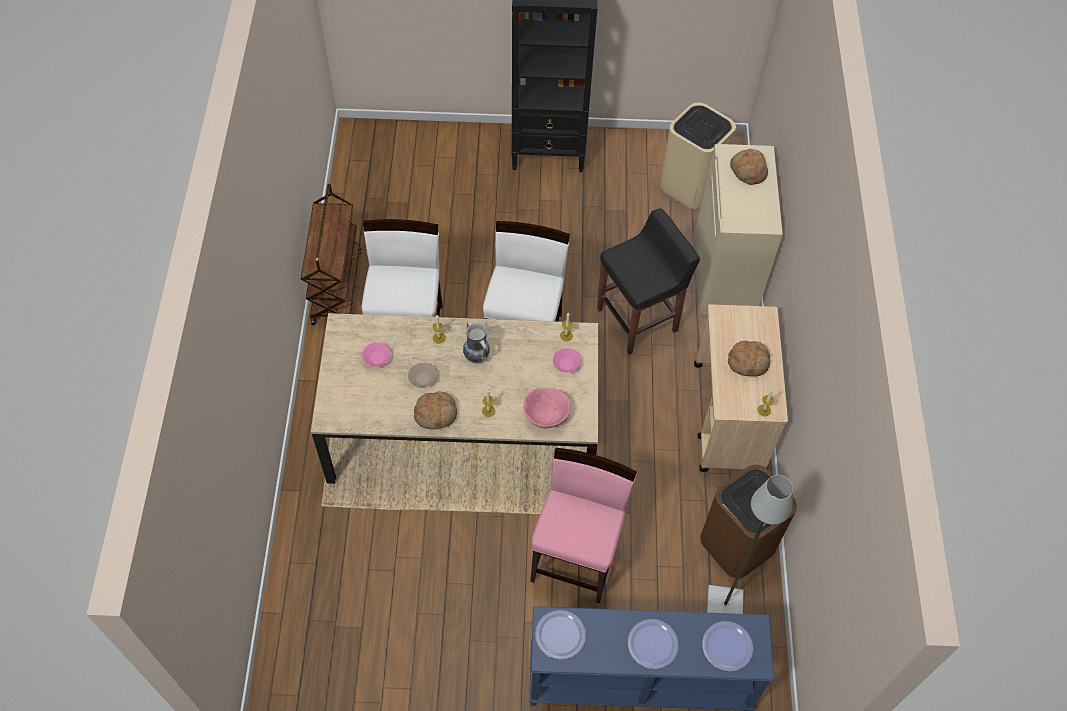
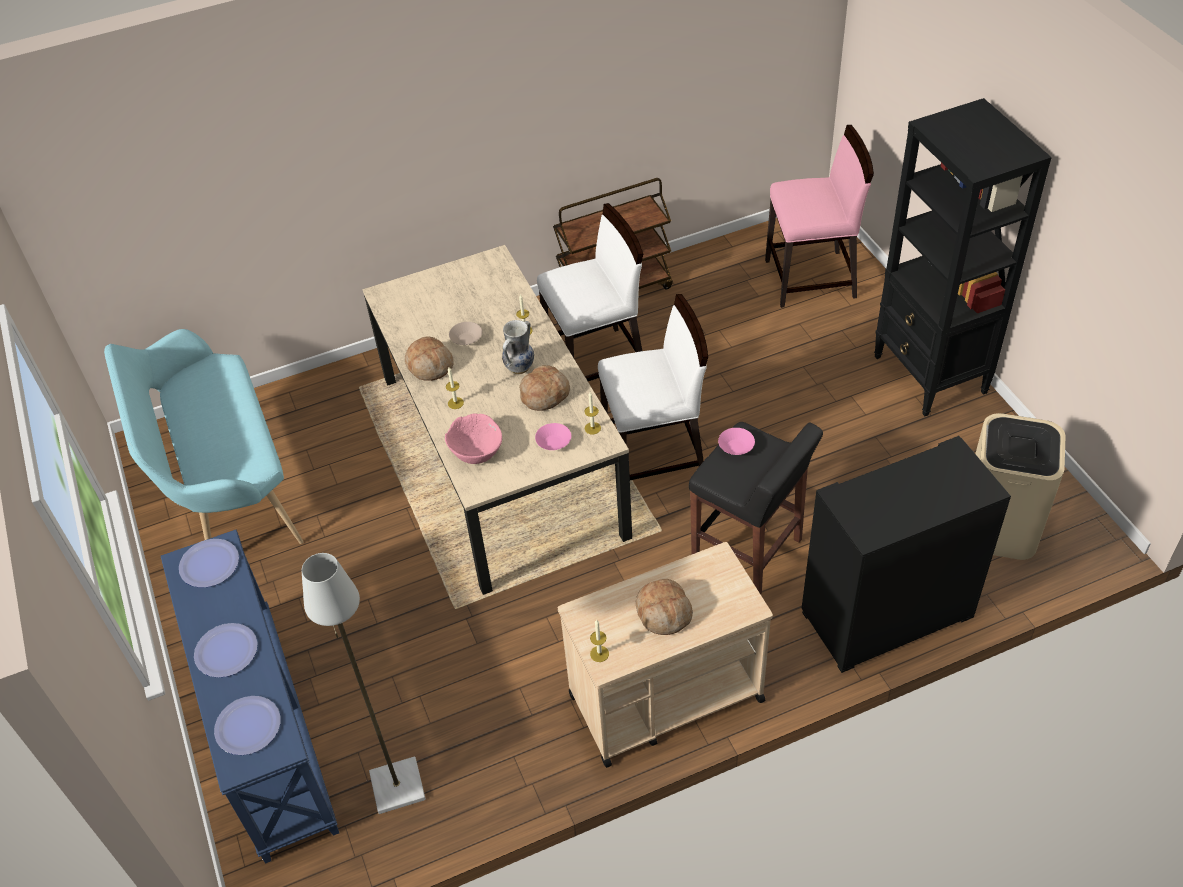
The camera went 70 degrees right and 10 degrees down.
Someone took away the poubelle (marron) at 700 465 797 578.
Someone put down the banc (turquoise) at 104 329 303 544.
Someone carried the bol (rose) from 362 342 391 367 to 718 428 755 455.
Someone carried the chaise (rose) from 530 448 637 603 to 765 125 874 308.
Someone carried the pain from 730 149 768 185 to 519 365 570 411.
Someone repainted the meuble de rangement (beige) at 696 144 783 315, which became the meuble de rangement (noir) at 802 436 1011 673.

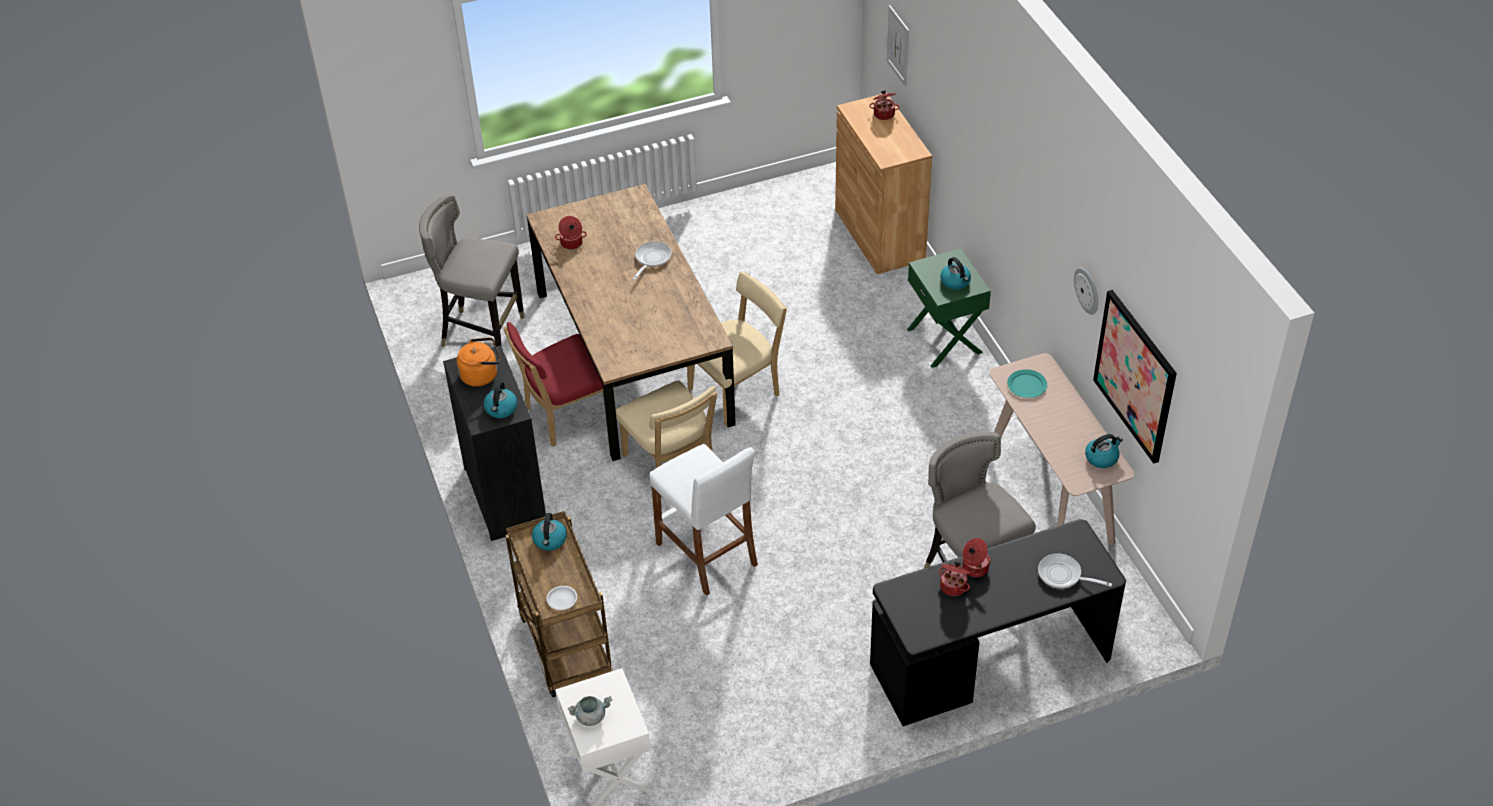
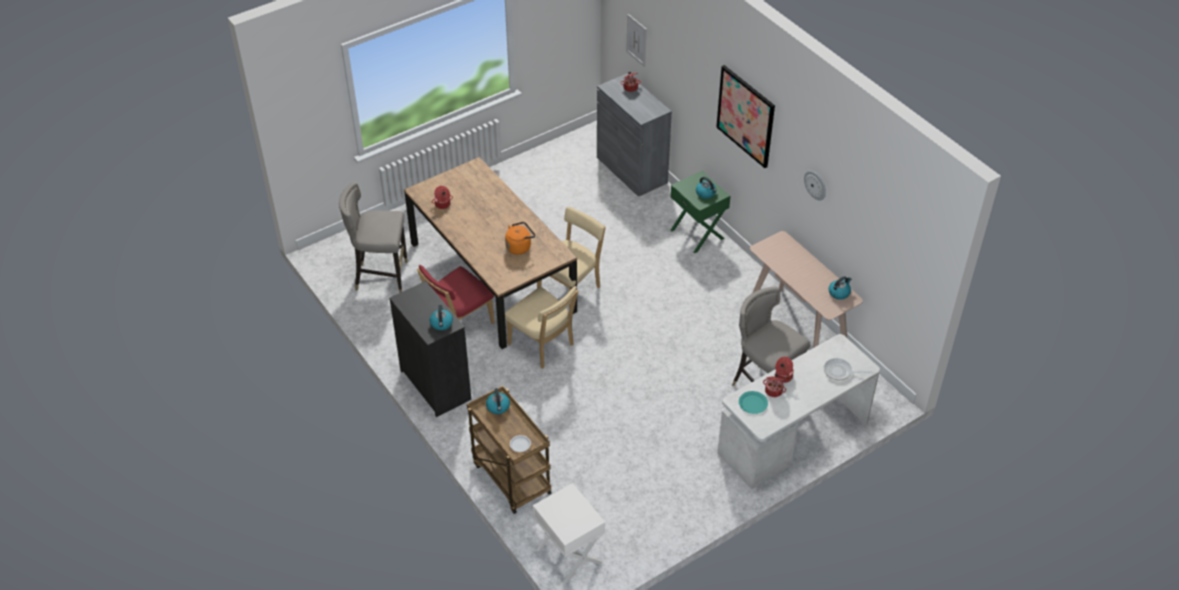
The camera went 15 degrees left and 0 degrees up.
Someone took away the marmite (gris) at 568 696 612 726.
Someone took away the poêle at 633 241 672 280.
Someone took away the tabouret (blanc) at 650 444 758 596.
Someone carried the bouilloire (orange) from 457 337 500 387 to 505 222 535 255.
Someone carried the assiette (turquoise) from 1007 369 1047 398 to 739 391 768 414.
Someone carried the tableau from 1093 290 1177 464 to 716 65 775 168.
Someone repainted the meuble de rangement (marron) at 835 93 932 274, which became the meuble de rangement (gris) at 597 73 672 197.
Someone repainted the bureau (noir) at 870 519 1126 726, which became the bureau (blanc) at 717 334 880 489.

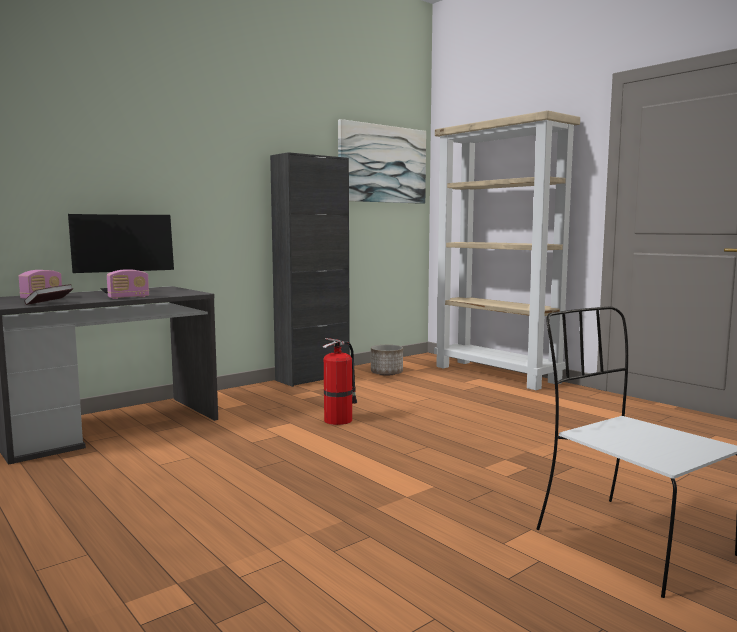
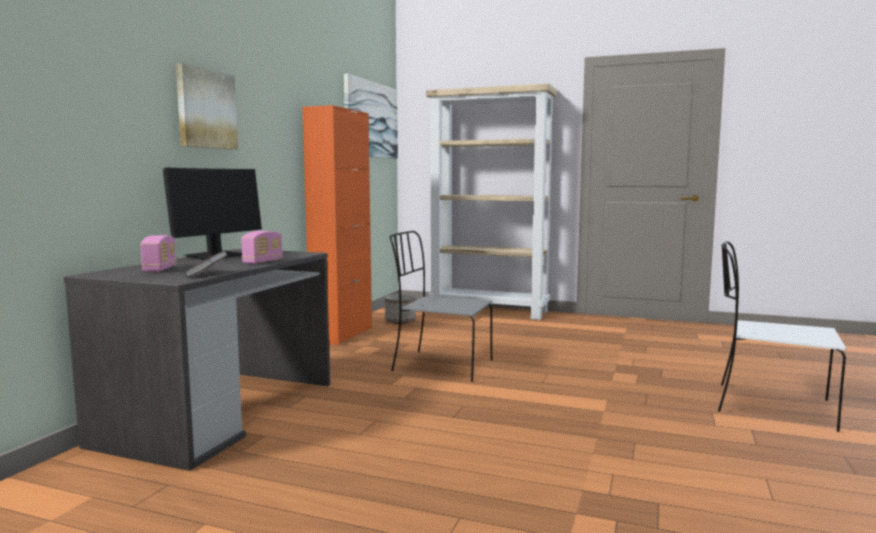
The camera went 30 degrees left and 0 degrees up.
Someone put up the tableau at 176 63 238 150.
Someone swapped the extincteur at 323 338 357 425 for the chaise (gris) at 389 231 492 382.
Someone repainted the meuble de rangement (noir) at 270 152 350 387, which became the meuble de rangement (orange) at 302 105 372 345.

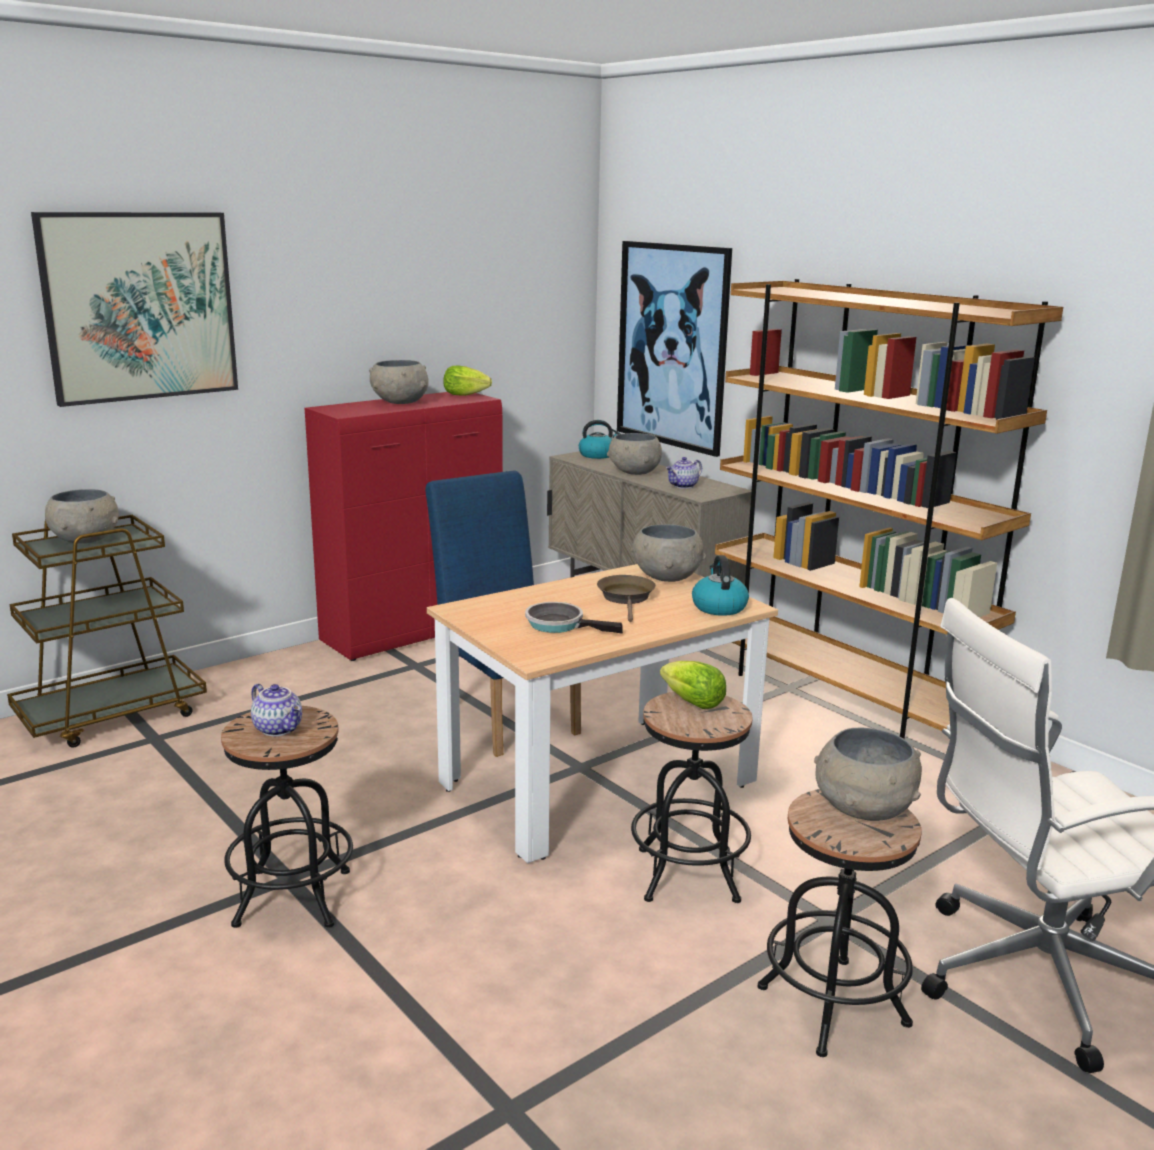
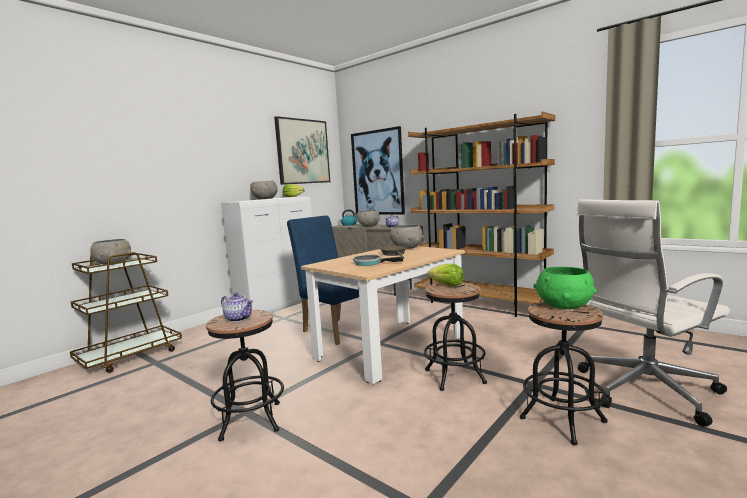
The camera went 10 degrees left and 10 degrees down.
Someone took away the bouilloire at 692 555 749 616.
Someone carried the tableau from 31 212 238 407 to 274 116 330 185.
Someone repainted the meuble de rangement (rouge) at 305 392 503 661, which became the meuble de rangement (blanc) at 221 196 312 313.
Someone repainted the bol (gris) at 814 728 922 821, which became the bol (vert) at 534 267 597 309.

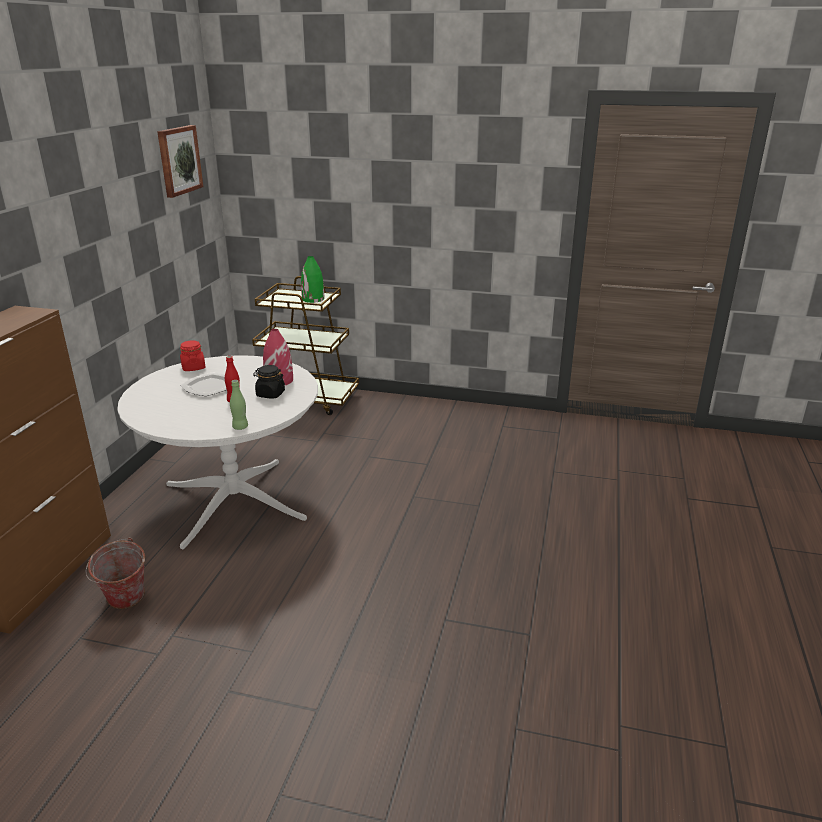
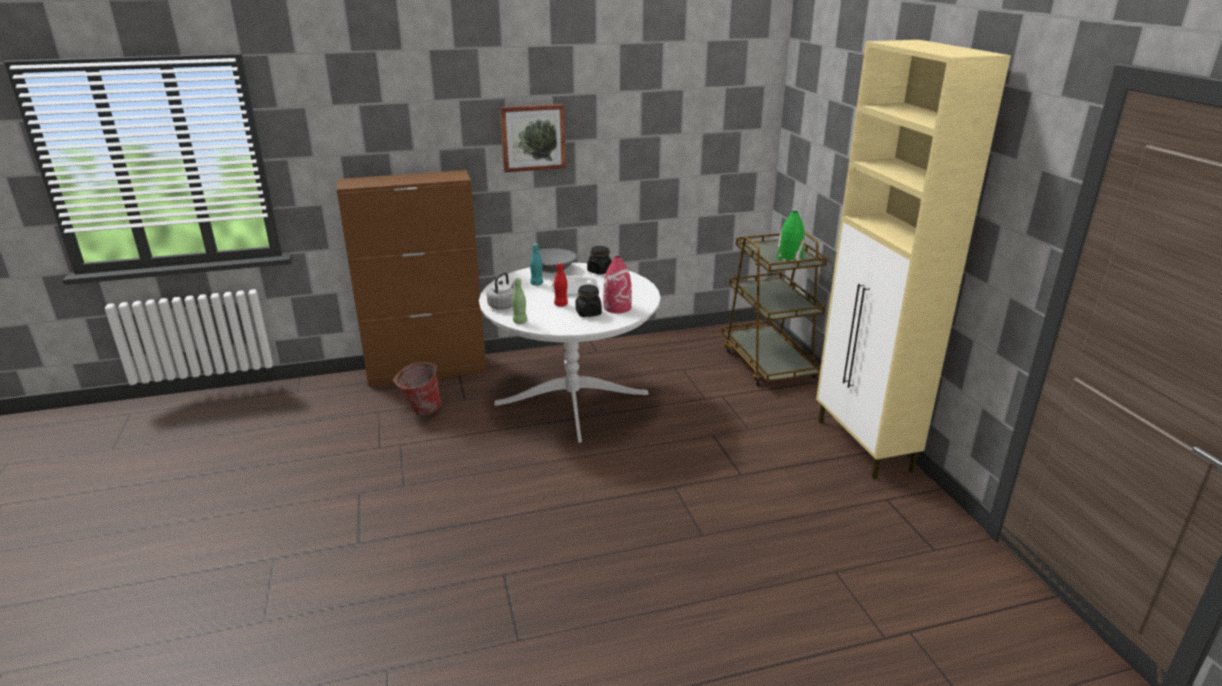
The camera went 60 degrees right and 0 degrees up.
Someone put down the bouilloire (gris) at 487 272 515 310.
Someone put down the bol (gris) at 528 248 577 273.
Someone put down the bouteille (turquoise) at 530 243 543 286.
Someone put down the meuble de rangement (beige) at 816 40 1011 479.
Someone carried the tableau from 157 125 203 198 to 500 104 566 172.
Someone repainted the bocal (rouge) at 180 340 206 371, which became the bocal (noir) at 587 246 612 275.

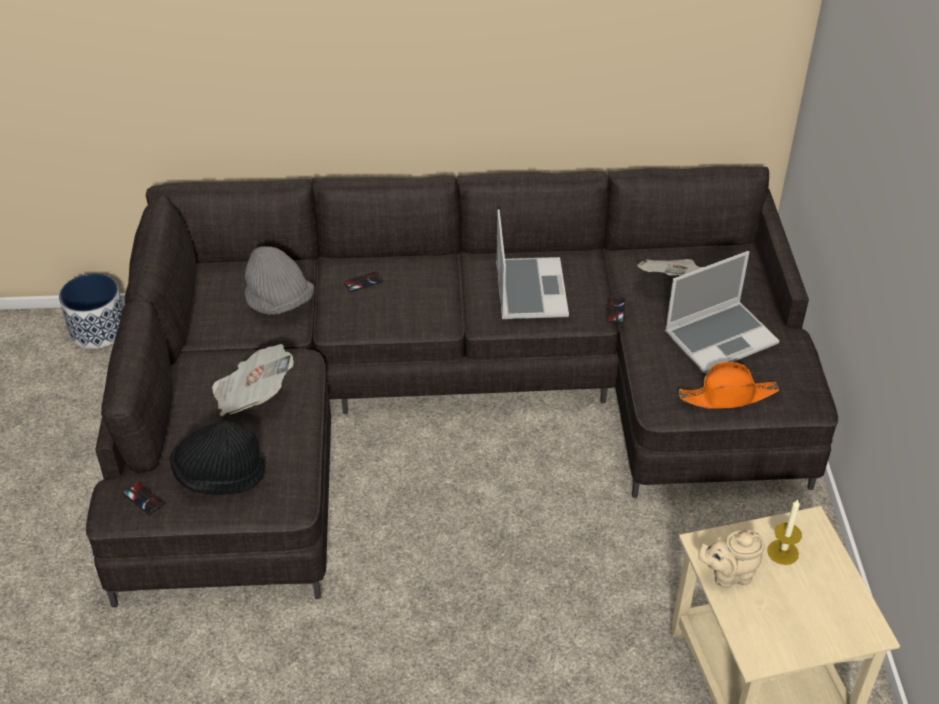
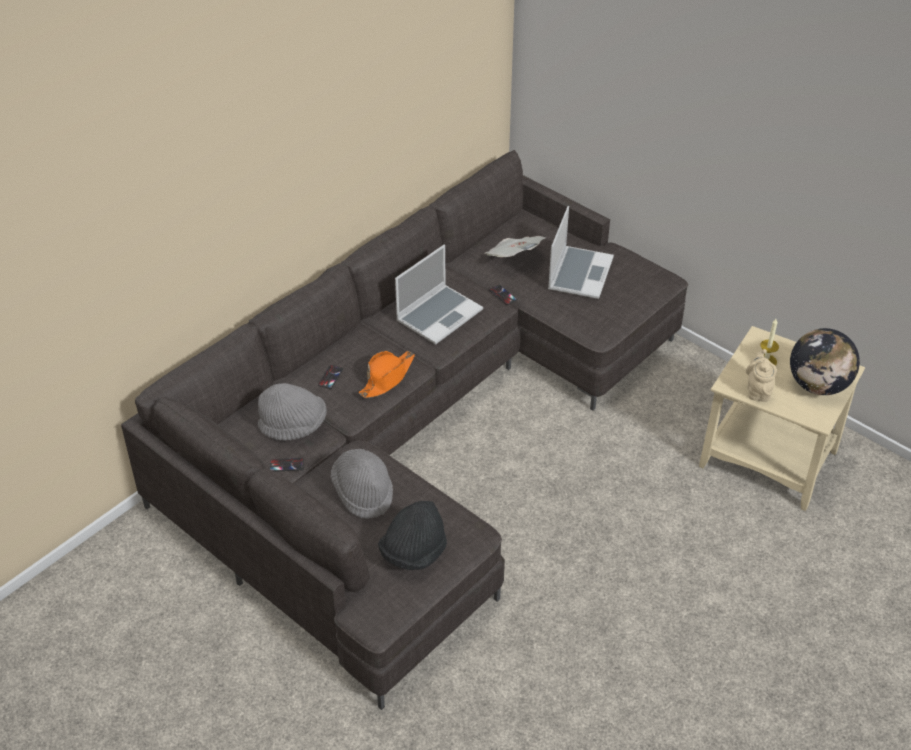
The camera went 45 degrees left and 0 degrees up.
Someone took away the cache-pot at 59 273 123 349.
Someone put down the globe at 790 328 860 395.
Someone carried the téléphone from 123 482 165 515 to 270 458 304 472.
Someone carried the chapeau (orange) from 679 362 779 409 to 359 351 415 398.
Someone swapped the journal at 212 344 294 416 for the chapeau (gris) at 331 449 393 519.
Someone rotated the ordinateur portable at 496 209 569 319 by 90 degrees clockwise.
Someone rotated the théière (beige) at 698 530 765 588 by 150 degrees clockwise.

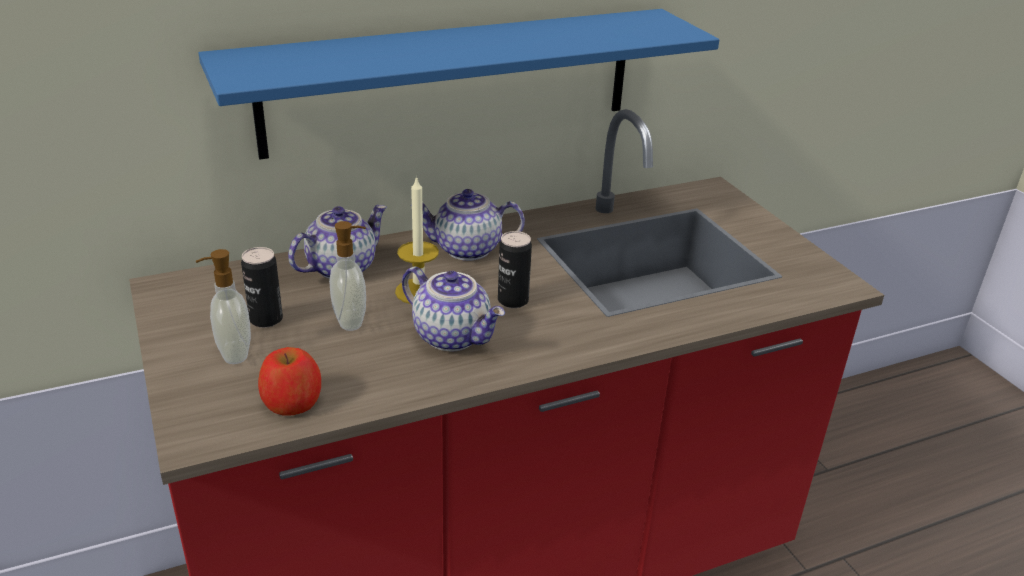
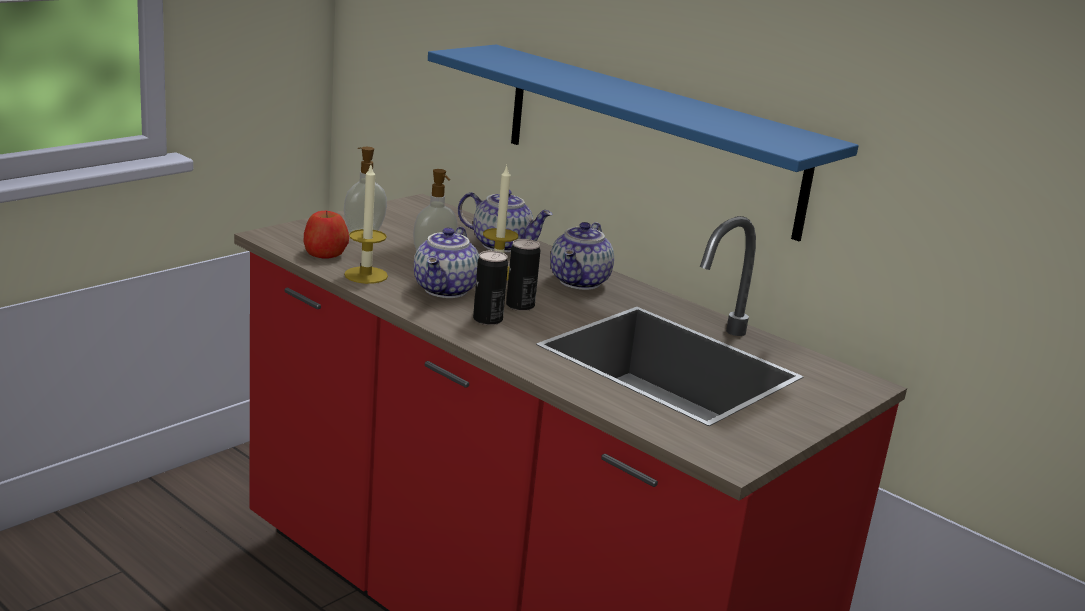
The camera went 65 degrees right and 10 degrees down.
Someone put down the bougie at 344 165 388 284.
Someone carried the boîte métallique from 241 247 283 328 to 473 251 508 325.
Someone rotated the théière at 411 189 525 261 by 135 degrees counterclockwise.

